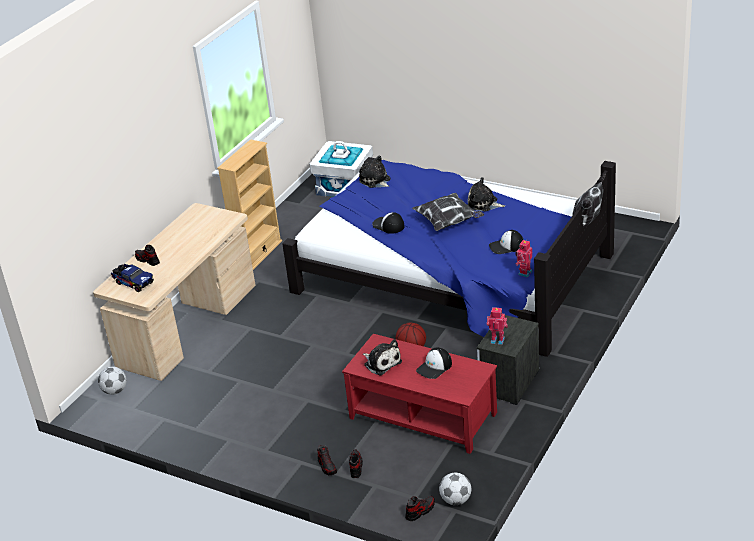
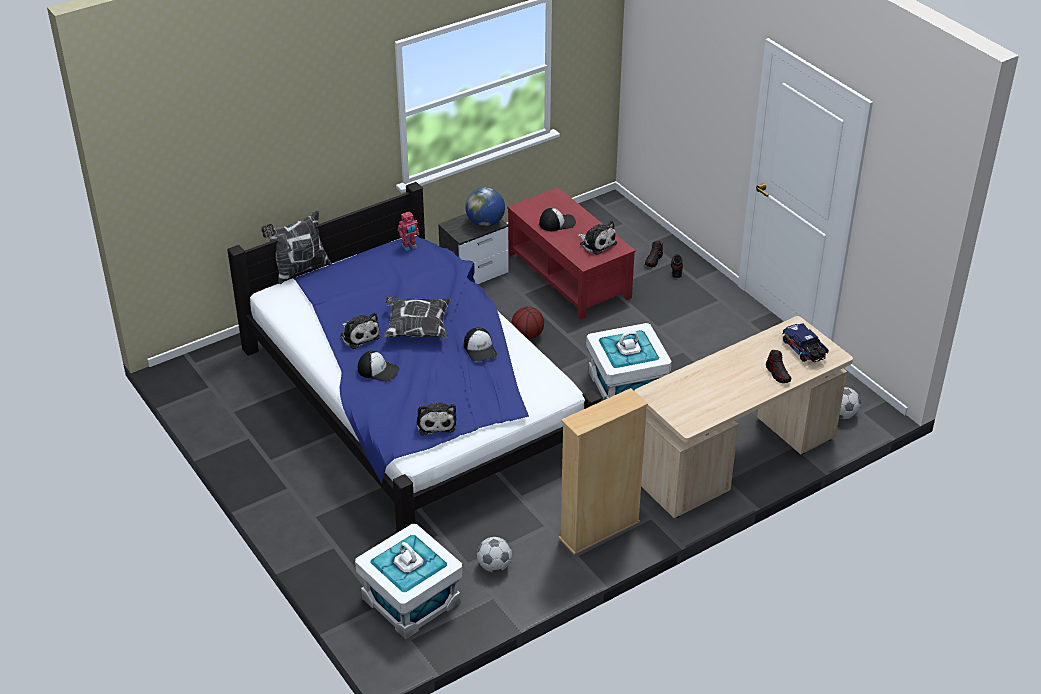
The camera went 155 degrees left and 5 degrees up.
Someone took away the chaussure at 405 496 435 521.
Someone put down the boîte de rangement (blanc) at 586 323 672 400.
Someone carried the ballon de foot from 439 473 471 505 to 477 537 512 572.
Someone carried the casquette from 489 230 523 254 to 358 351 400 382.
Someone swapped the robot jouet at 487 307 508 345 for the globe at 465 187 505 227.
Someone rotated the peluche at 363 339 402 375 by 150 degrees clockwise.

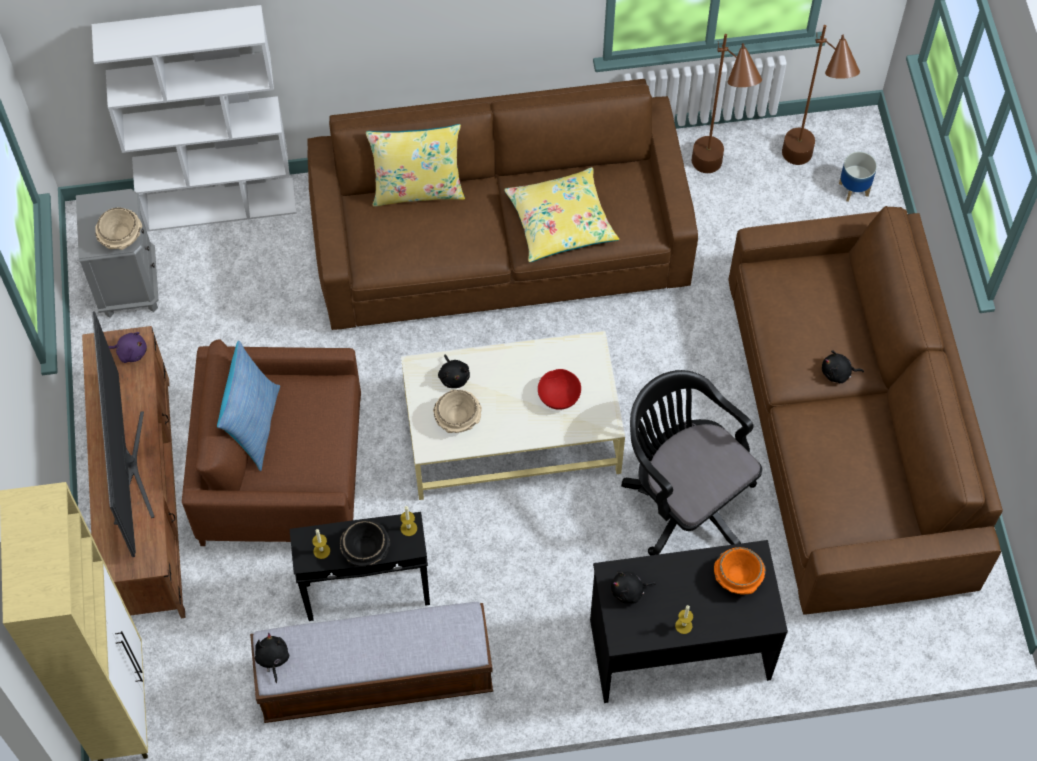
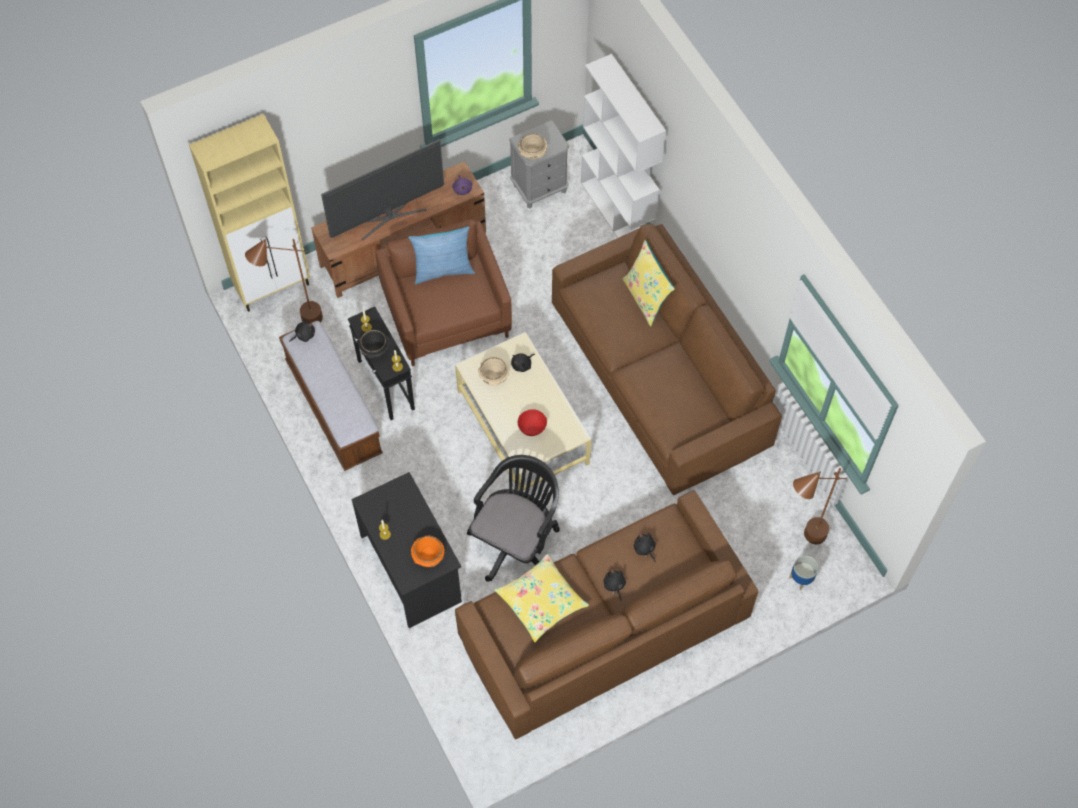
The camera went 70 degrees right and 0 degrees up.
Someone carried the coussin (jaune) from 504 167 619 262 to 494 554 589 642.
Someone carried the peluche (noir) from 611 570 656 604 to 634 533 656 562.
Someone carried the lampadaire (marron) from 692 34 762 173 to 245 239 323 323.

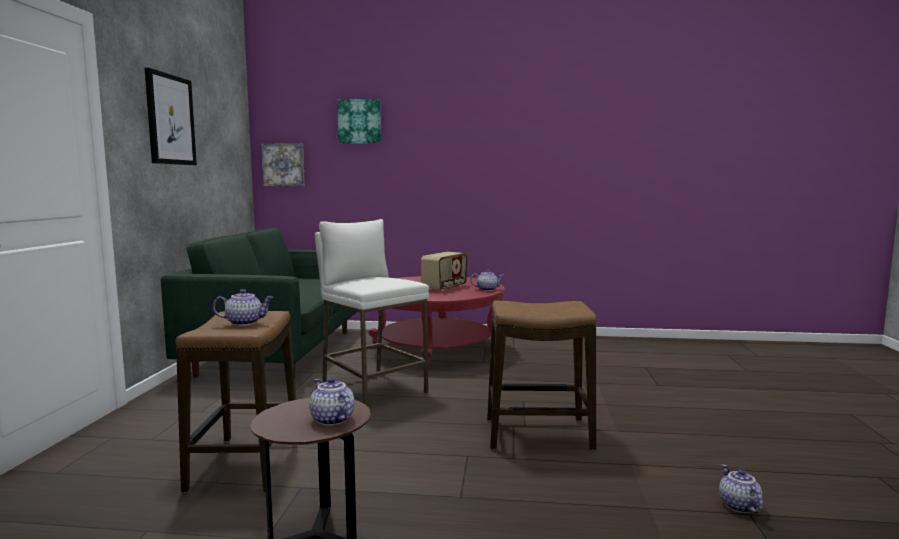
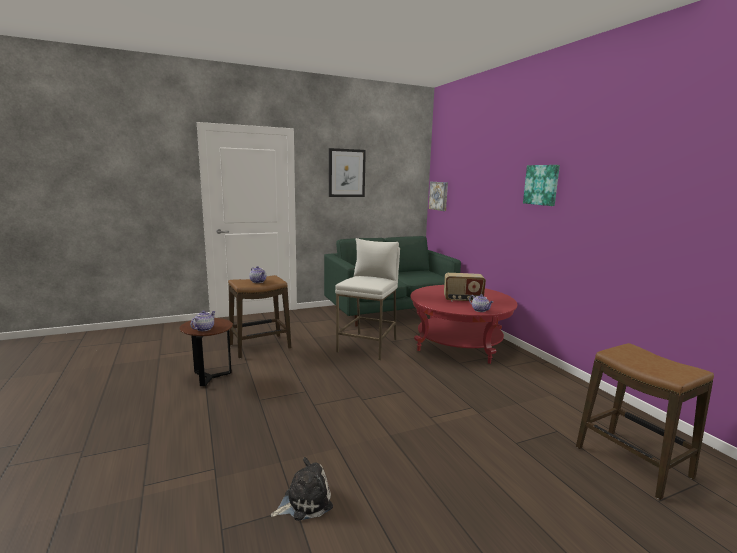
The camera went 60 degrees right and 5 degrees up.
Someone carried the tableau from 337 99 381 144 to 523 165 560 206.
Someone carried the tabouret from 487 301 597 450 to 576 343 714 500.
Someone swapped the théière at 719 464 763 513 for the peluche at 271 457 333 521.

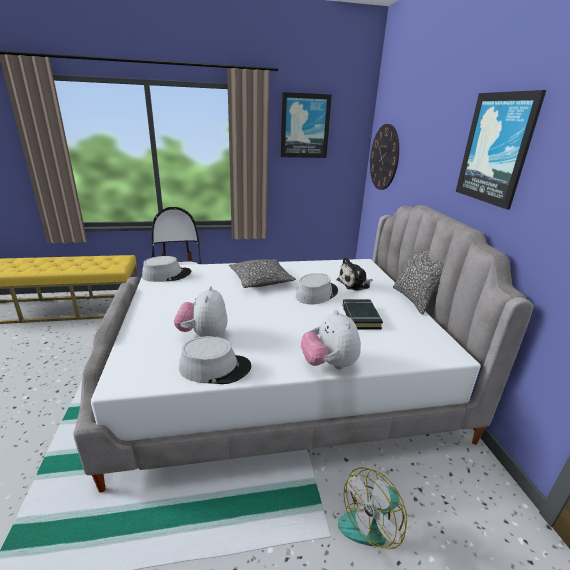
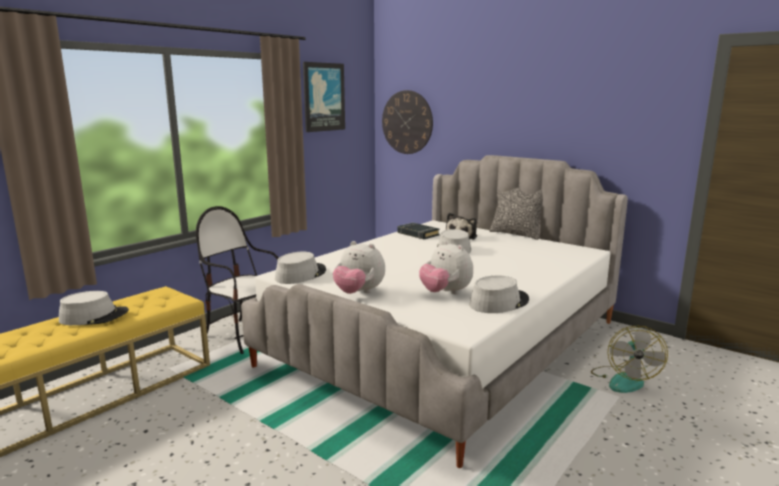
The camera went 40 degrees left and 10 degrees down.
Someone took away the coussin at 229 259 296 288.
Someone took away the tableau at 456 90 546 210.
Someone put down the chapeau (gris) at 59 291 129 325.
Someone carried the peluche from 301 310 361 370 to 333 241 385 294.
Someone carried the livre (noir) from 343 299 383 329 to 397 223 440 239.

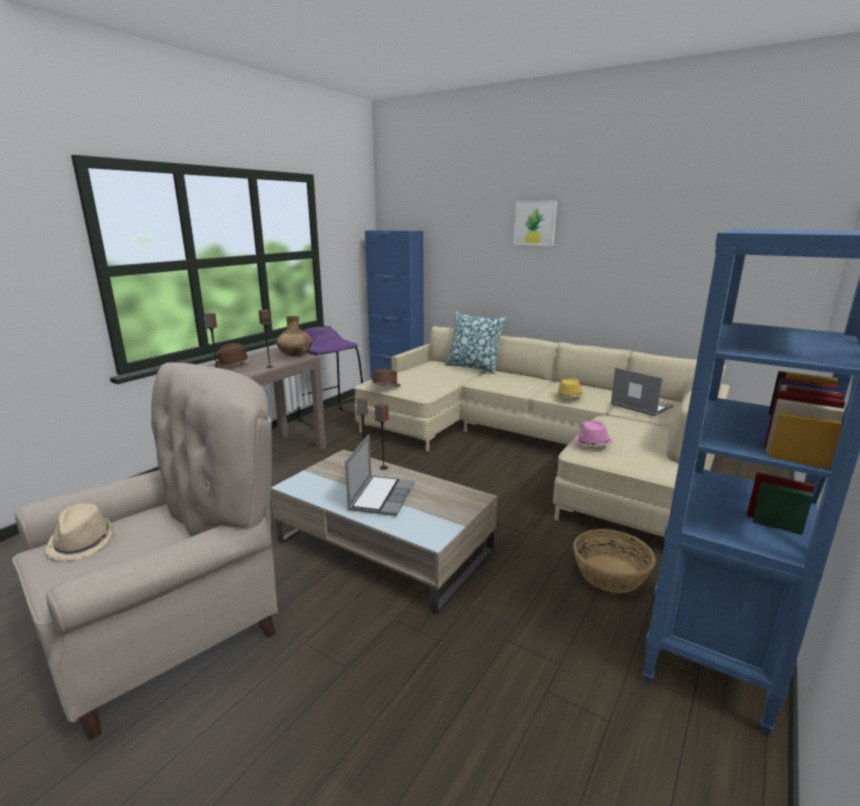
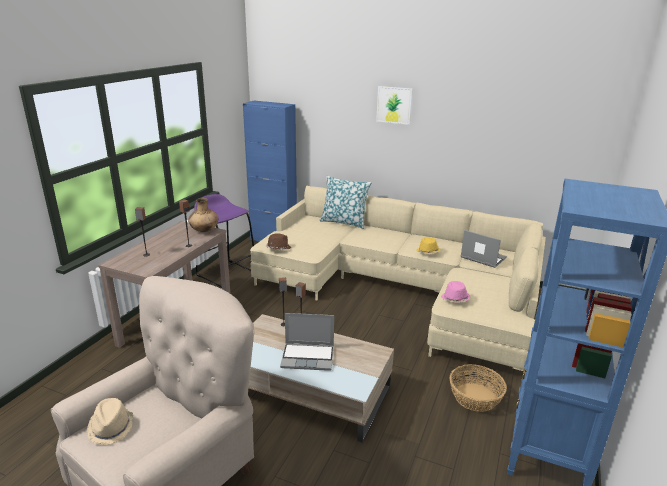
The camera went 10 degrees left and 5 degrees up.
Someone took away the chapeau (marron) at 215 343 250 369.
Someone rotated the ordinateur portable at 345 434 414 516 by 90 degrees clockwise.

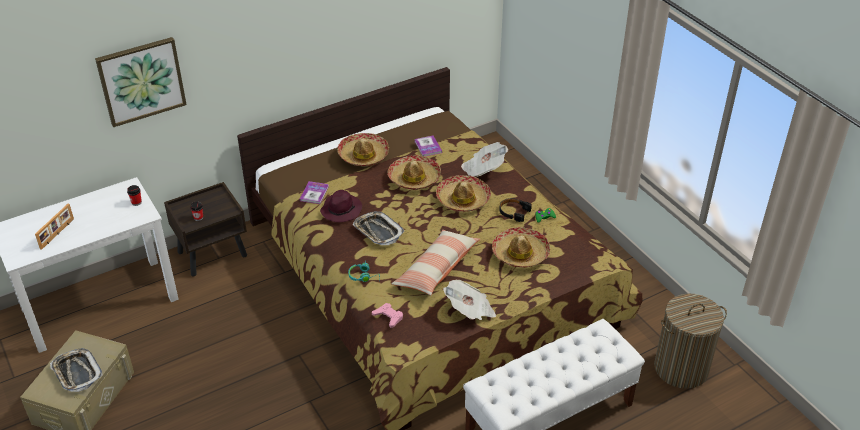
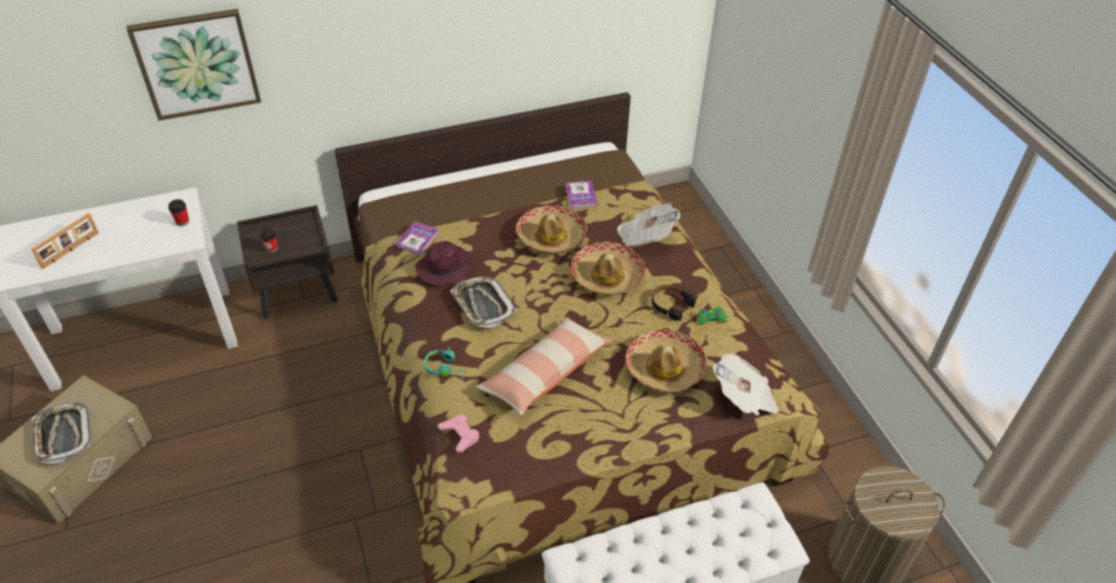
The camera went 10 degrees right and 5 degrees up.
Someone took away the chapeau at 337 133 389 167.
Someone carried the journal from 443 280 496 320 to 713 354 779 415.

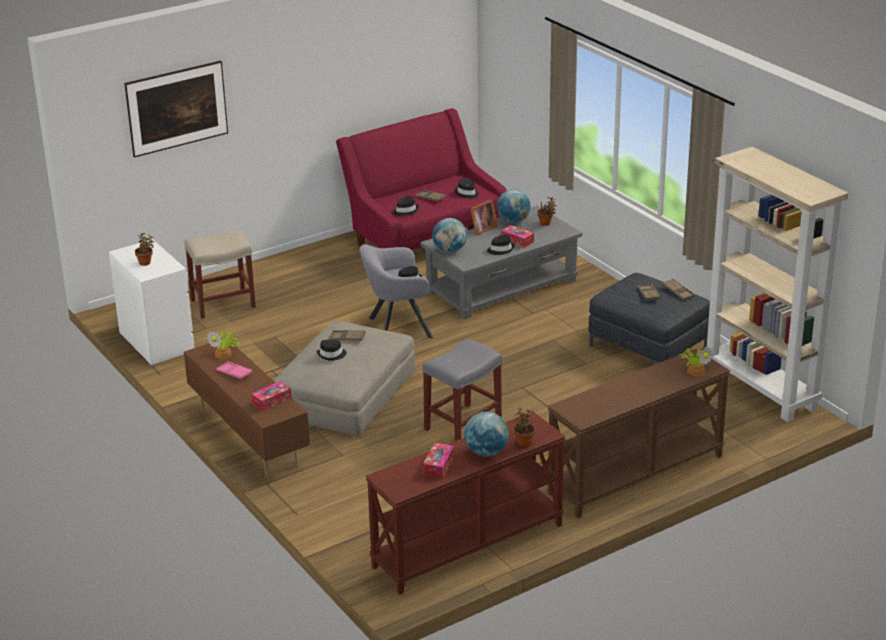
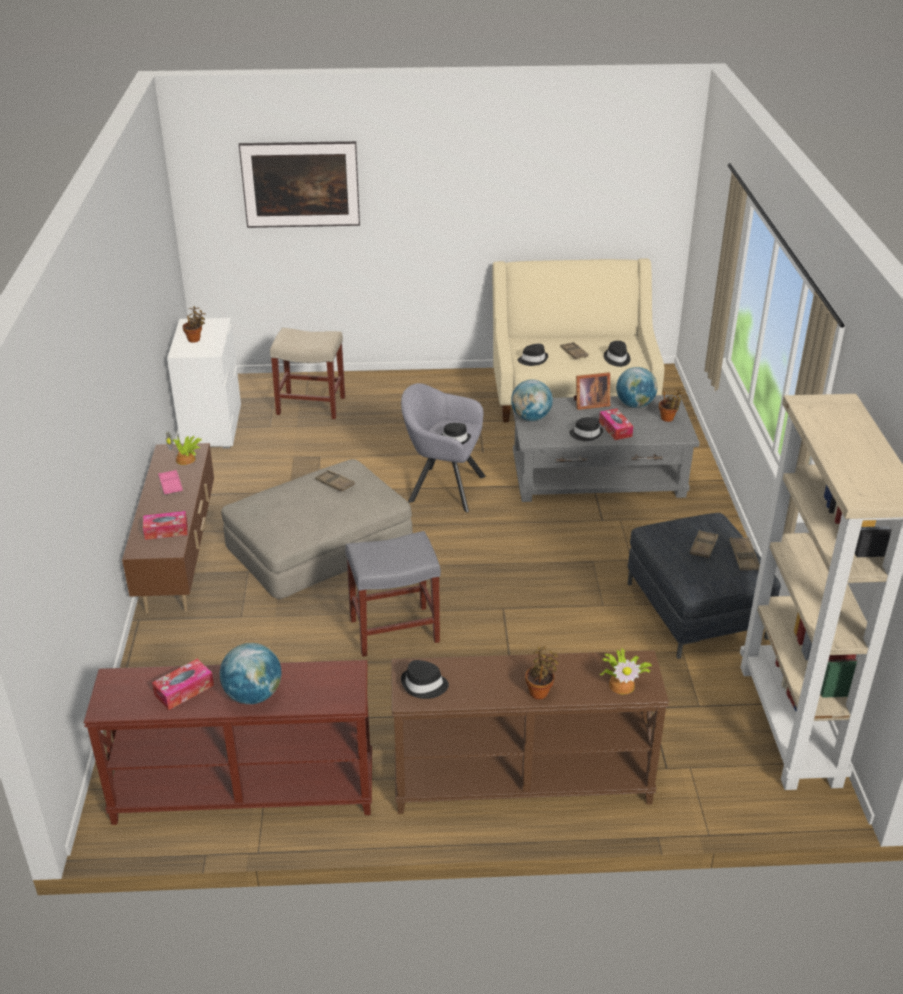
The camera went 30 degrees right and 5 degrees up.
Someone carried the chapeau (noir) from 317 339 346 361 to 401 660 449 699.
Someone carried the plante en pot from 514 408 535 447 to 525 647 559 699.
Someone repainted the canapé (rouge) at 336 108 507 250, which became the canapé (beige) at 492 259 665 422.

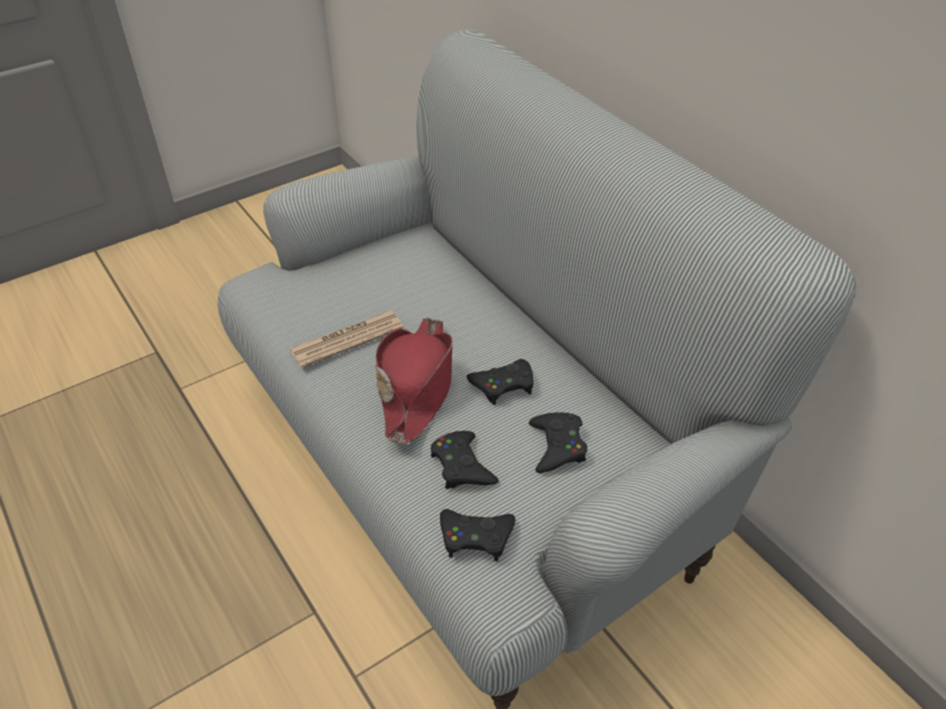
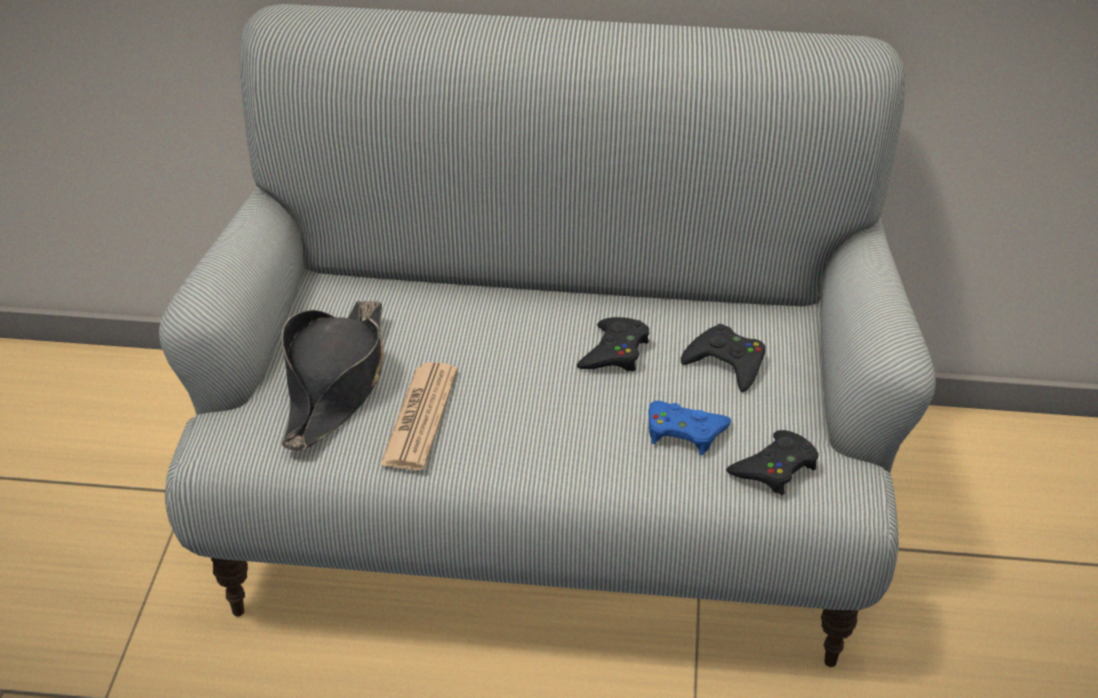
The camera went 50 degrees left and 5 degrees down.
Someone took away the chapeau (rouge) at 375 317 453 444.
Someone put down the chapeau (noir) at 281 300 384 450.
Someone repainted the manette (noir) at 431 431 499 489, which became the manette (bleu) at 648 401 731 455.

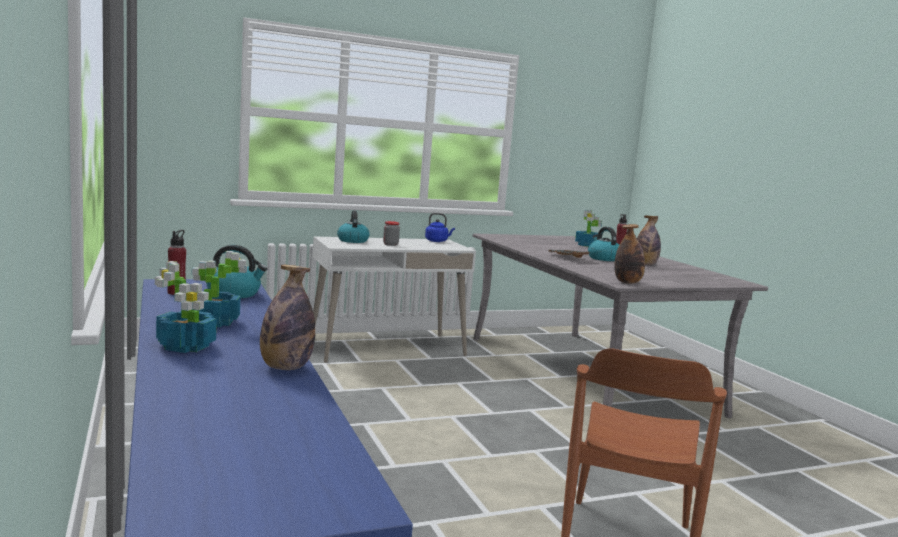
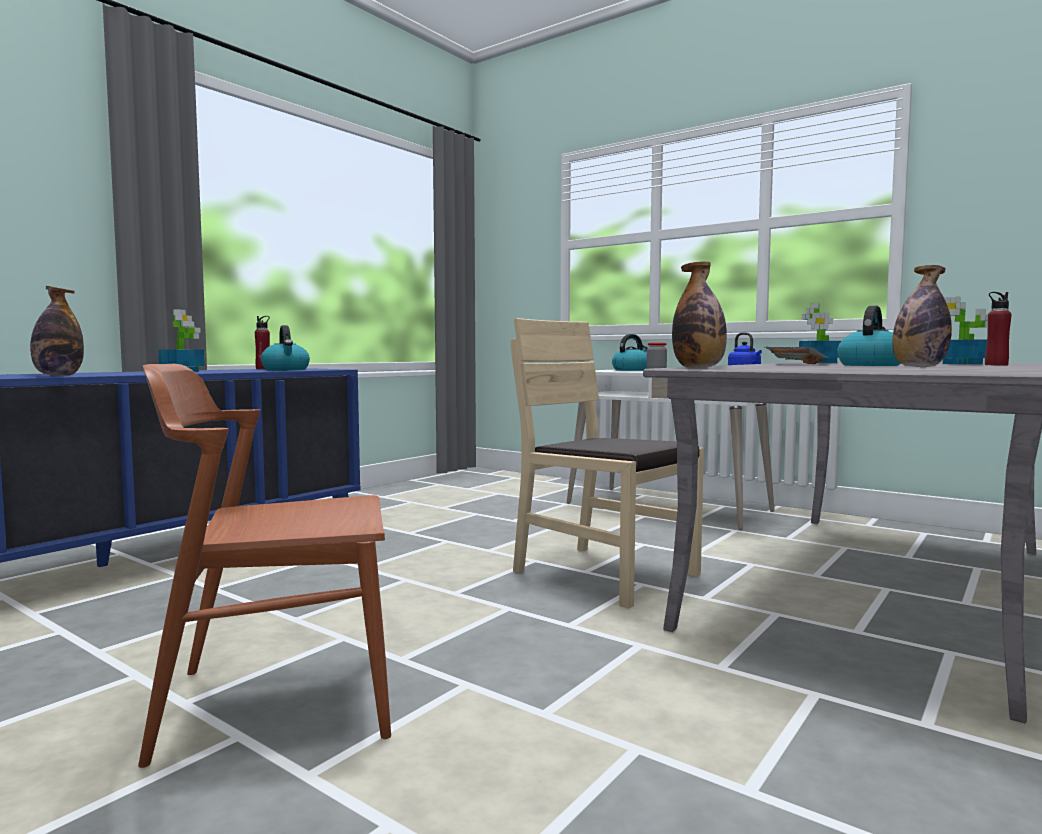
The camera went 60 degrees right and 5 degrees down.
Someone put down the chaise (beige) at 511 318 704 609.
Someone carried the plante en pot from 155 261 217 353 to 799 303 841 363.

